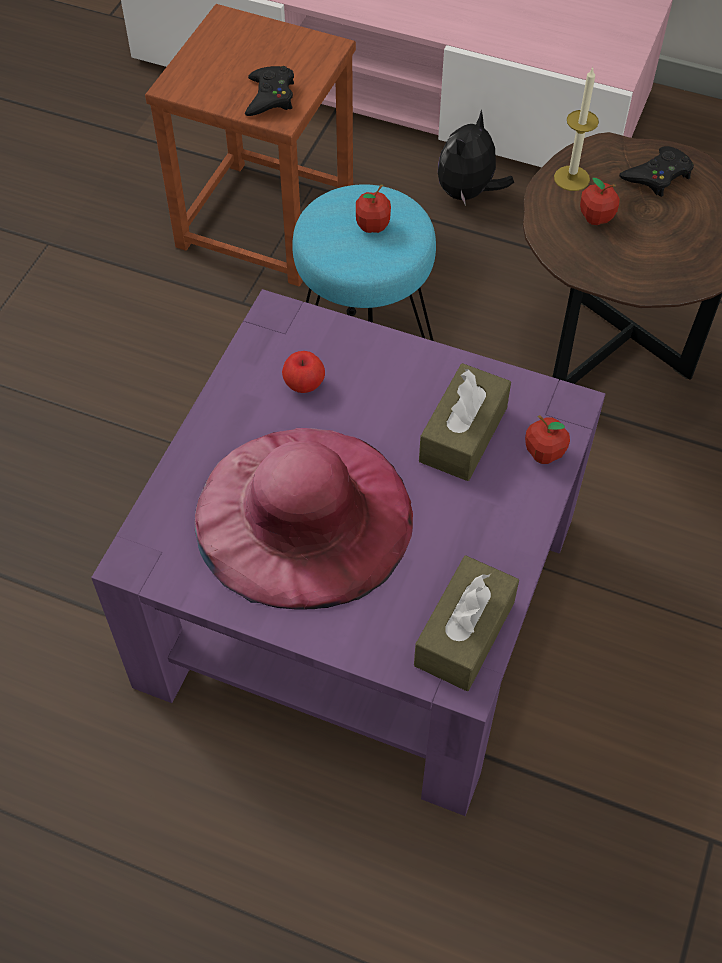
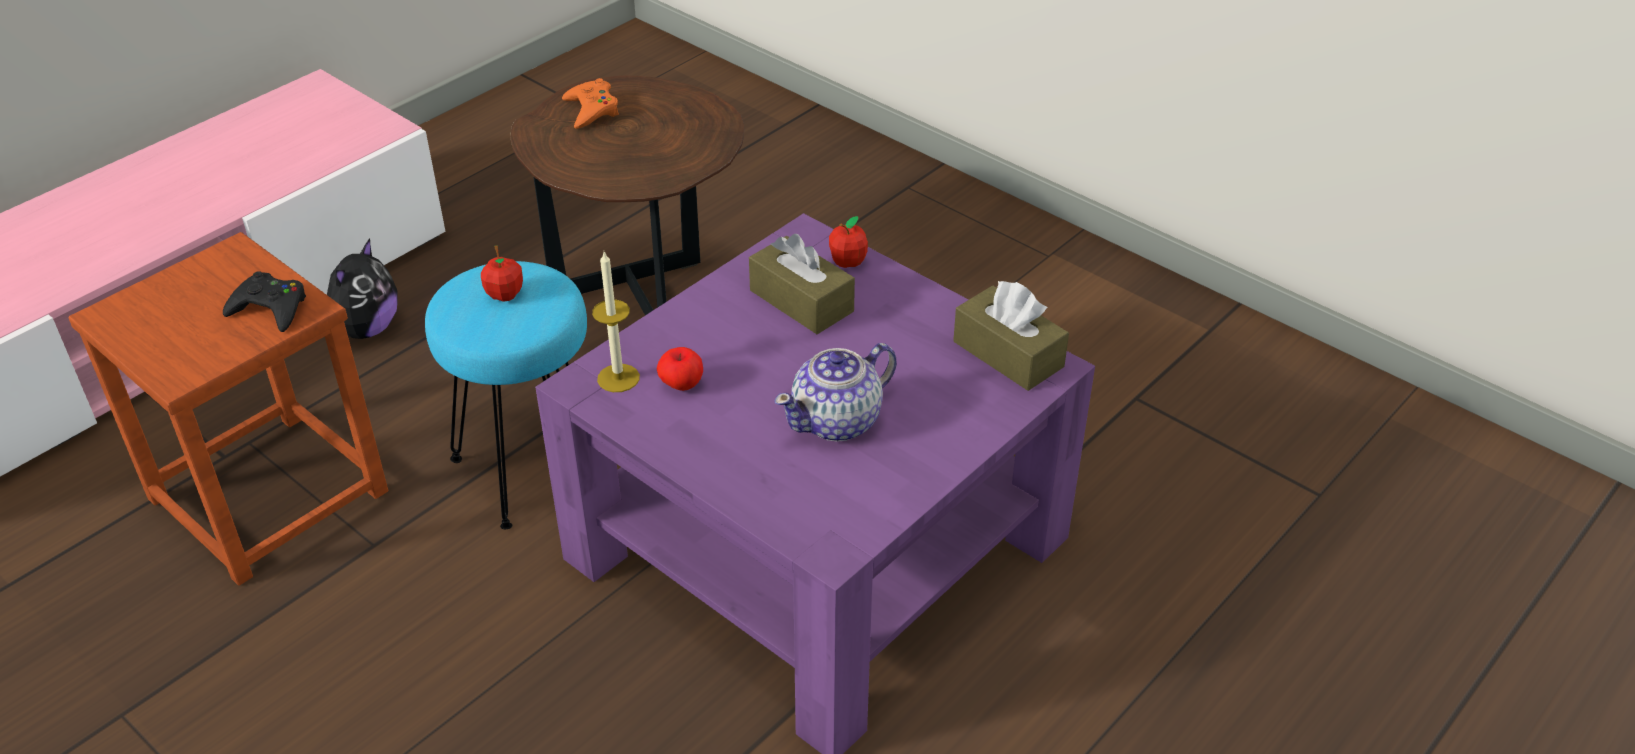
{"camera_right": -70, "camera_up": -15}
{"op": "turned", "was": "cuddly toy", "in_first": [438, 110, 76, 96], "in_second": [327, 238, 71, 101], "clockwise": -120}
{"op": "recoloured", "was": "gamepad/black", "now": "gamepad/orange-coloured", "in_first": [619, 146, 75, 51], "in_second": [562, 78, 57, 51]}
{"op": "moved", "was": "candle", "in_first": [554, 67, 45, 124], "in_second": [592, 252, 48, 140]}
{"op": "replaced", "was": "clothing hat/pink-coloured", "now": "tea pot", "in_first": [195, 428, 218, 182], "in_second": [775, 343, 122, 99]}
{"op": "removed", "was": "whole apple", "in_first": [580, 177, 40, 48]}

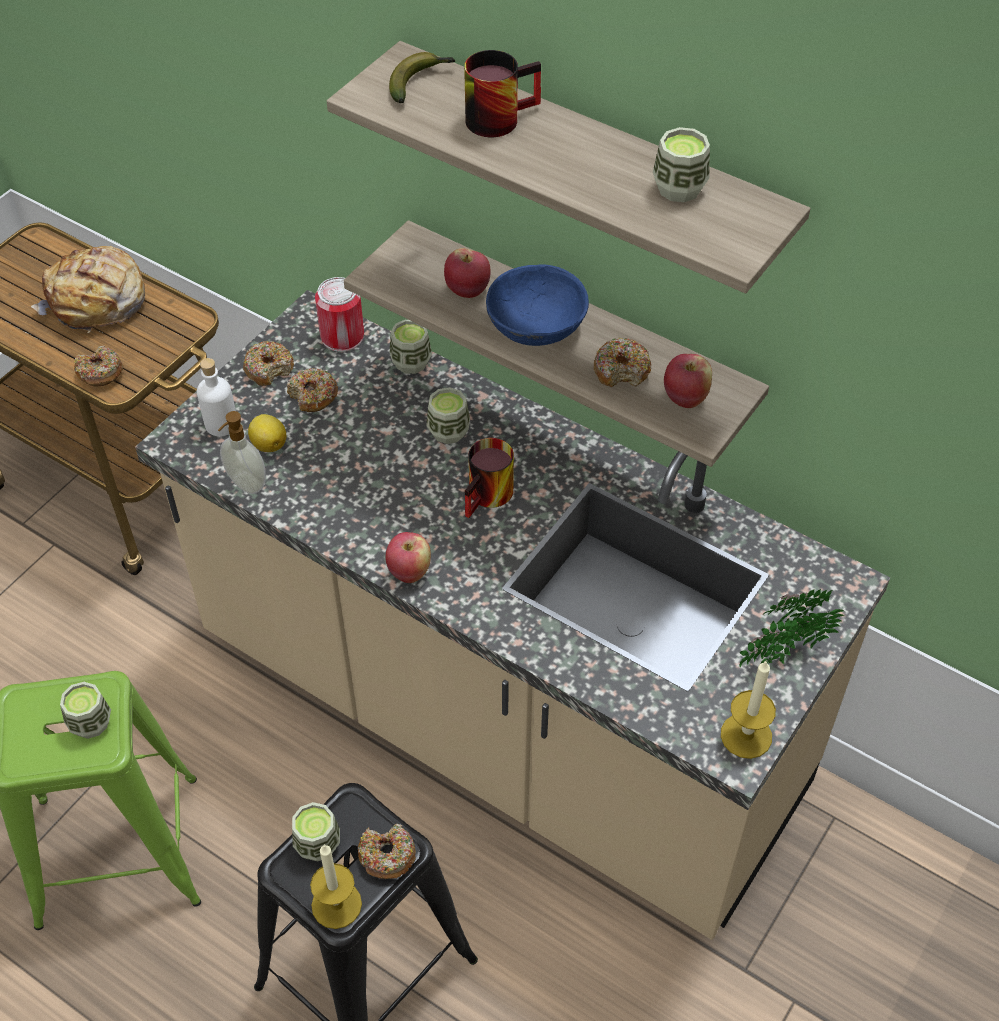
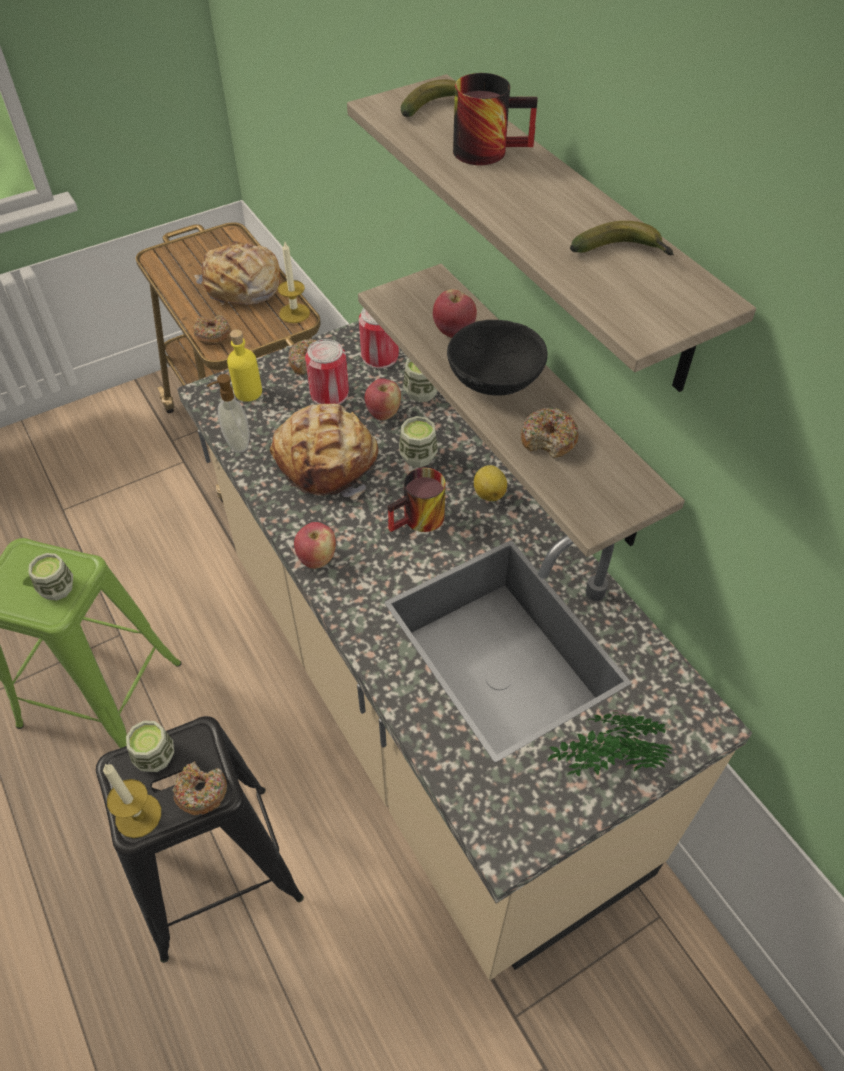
{"camera_right": 25, "camera_up": 0}
{"op": "recoloured", "was": "bottle/whitish", "now": "bottle/yellowish", "in_first": [197, 358, 39, 79], "in_second": [227, 329, 35, 73]}
{"op": "added", "now": "bread", "in_second": [270, 404, 108, 96]}
{"op": "moved", "was": "candle", "in_first": [721, 660, 55, 99], "in_second": [278, 242, 32, 81]}
{"op": "replaced", "was": "ring doughnut", "now": "sealed can", "in_first": [287, 368, 51, 44], "in_second": [305, 339, 44, 66]}
{"op": "moved", "was": "whole apple", "in_first": [664, 354, 48, 54], "in_second": [365, 378, 36, 43]}
{"op": "recoloured", "was": "deep dish/blue-coloured", "now": "deep dish/black", "in_first": [486, 264, 103, 82], "in_second": [447, 320, 101, 76]}
{"op": "moved", "was": "whole lemon", "in_first": [248, 414, 38, 38], "in_second": [474, 465, 33, 36]}
{"op": "replaced", "was": "drinking cup", "now": "banana", "in_first": [653, 127, 57, 75], "in_second": [570, 221, 104, 34]}

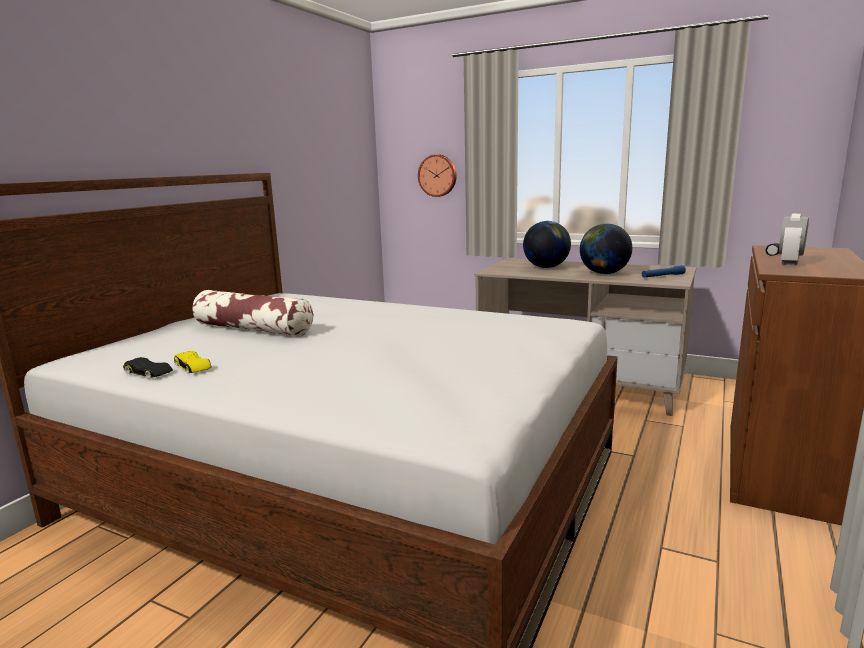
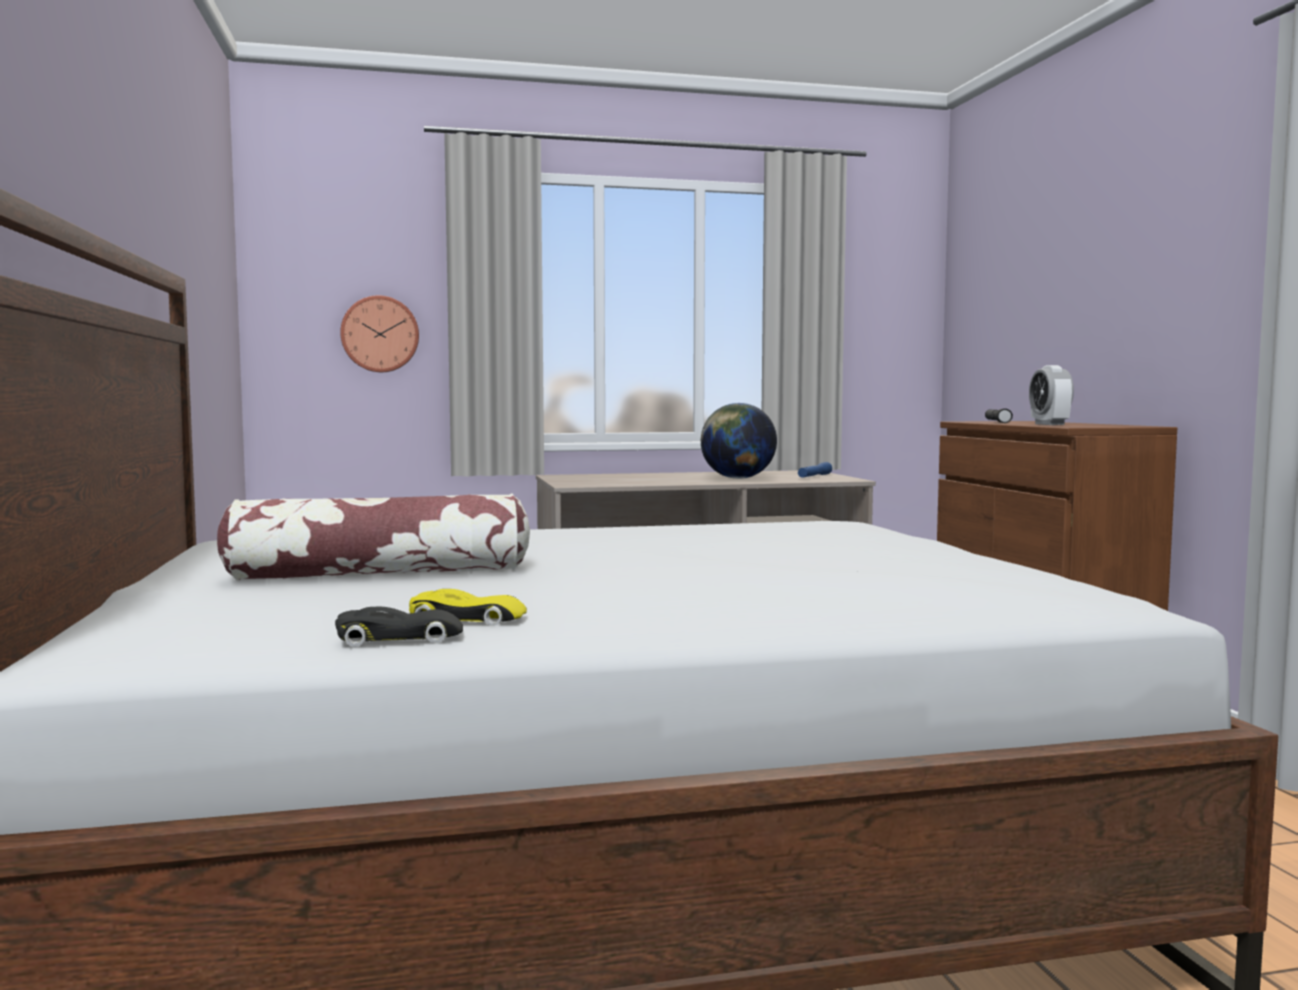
{"camera_right": -40, "camera_up": -10}
{"op": "removed", "was": "desk globe", "in_first": [523, 221, 48, 47]}

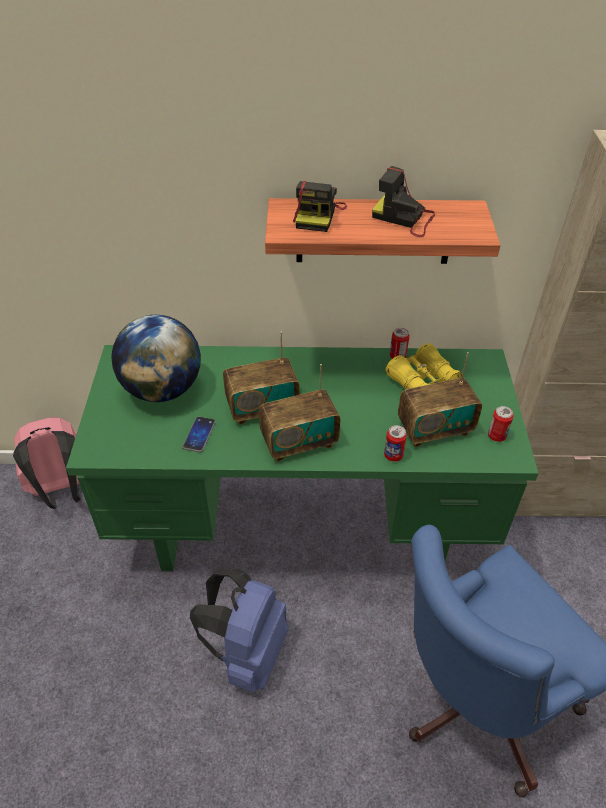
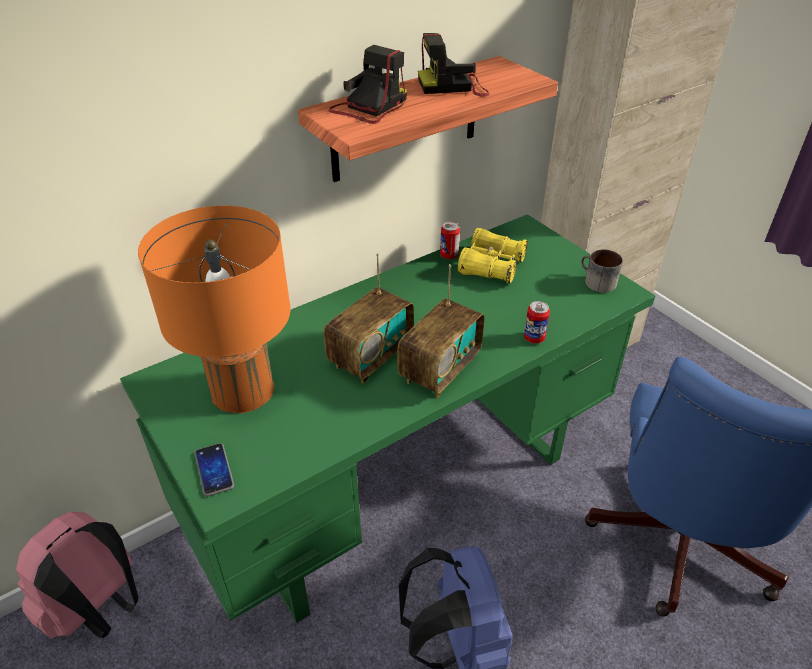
{"camera_right": -35, "camera_up": -5}
{"op": "replaced", "was": "desk globe", "now": "lamp for a table/orange-coloured", "in_first": [111, 315, 90, 87], "in_second": [138, 206, 153, 207]}
{"op": "moved", "was": "phone", "in_first": [182, 416, 34, 36], "in_second": [195, 443, 39, 53]}
{"op": "turned", "was": "photo camera", "in_first": [293, 181, 54, 51], "in_second": [328, 45, 79, 79], "clockwise": -120}
{"op": "replaced", "was": "sealed can", "now": "mug", "in_first": [488, 406, 26, 36], "in_second": [581, 249, 42, 44]}
{"op": "removed", "was": "radio receiver", "in_first": [398, 352, 84, 95]}

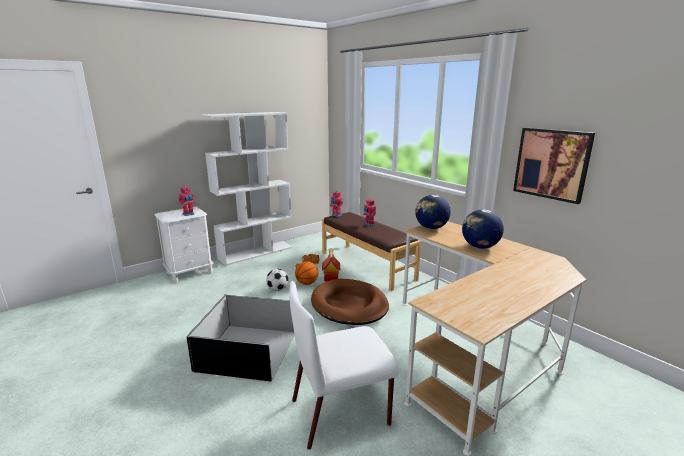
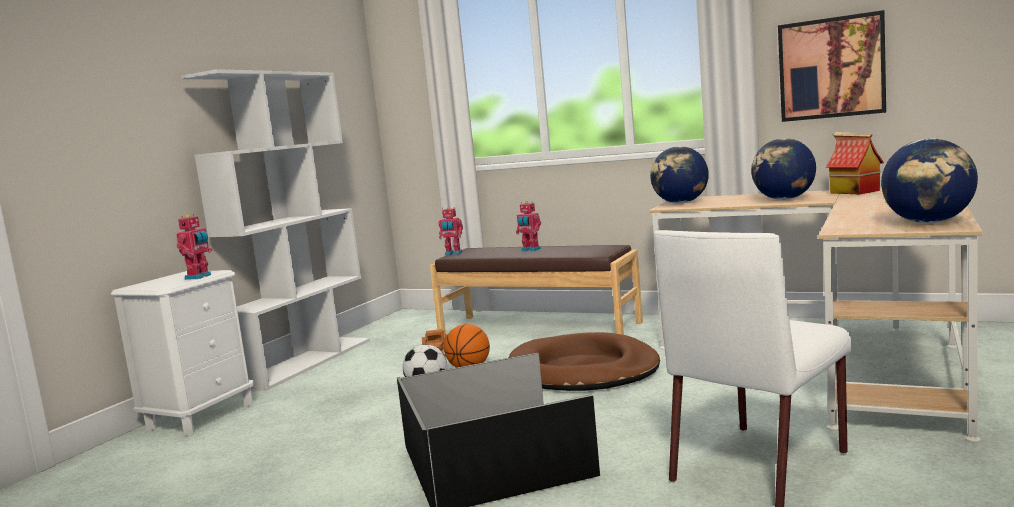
{"camera_right": -25, "camera_up": -10}
{"op": "moved", "was": "model house", "in_first": [322, 248, 18, 33], "in_second": [826, 132, 58, 62]}
{"op": "added", "now": "desk globe", "in_second": [881, 138, 97, 85]}

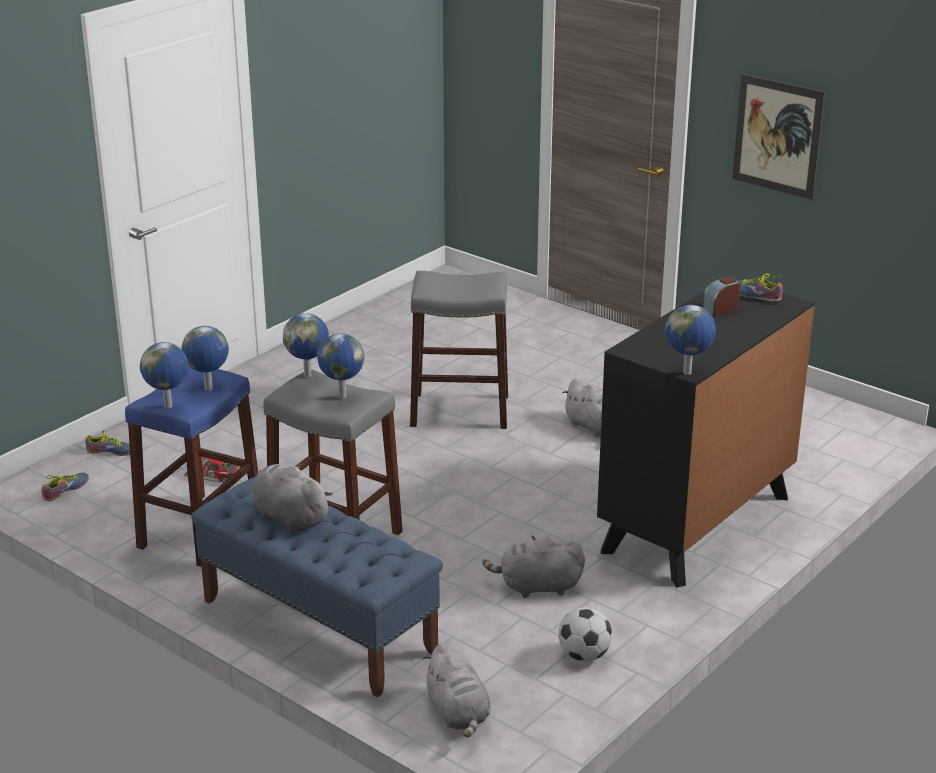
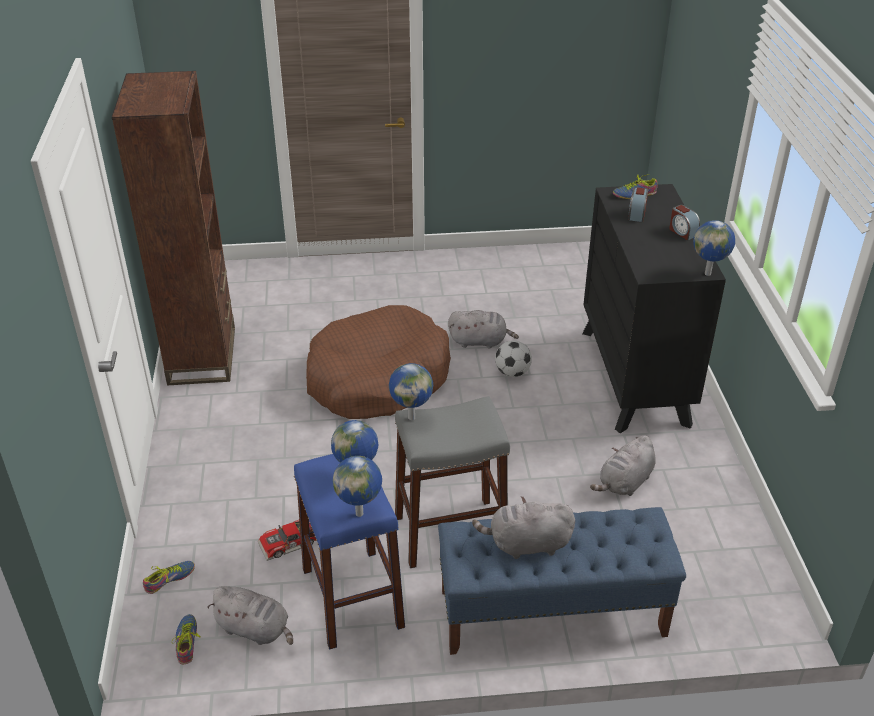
{"camera_right": -45, "camera_up": 10}
{"op": "added", "now": "bookcase/brownish", "in_second": [112, 71, 123, 314]}
{"op": "moved", "was": "cuddly toy/grey", "in_first": [423, 643, 67, 95], "in_second": [207, 586, 86, 59]}
{"op": "replaced", "was": "stool seat/grey", "now": "dog bed/brownish", "in_first": [410, 271, 98, 158], "in_second": [306, 305, 145, 114]}
{"op": "moved", "was": "football ball", "in_first": [558, 607, 54, 55], "in_second": [495, 340, 37, 37]}
{"op": "added", "now": "table clock", "in_second": [669, 205, 31, 35]}
{"op": "removed", "was": "desk globe", "in_first": [317, 333, 47, 66]}
{"op": "removed", "was": "picture", "in_first": [732, 74, 93, 126]}

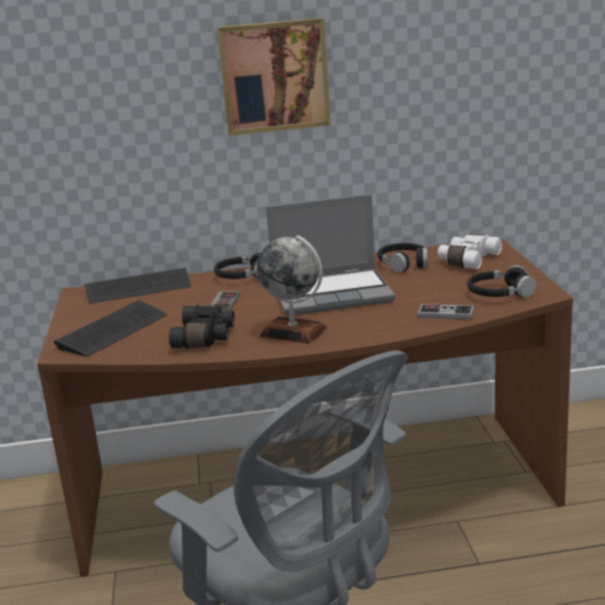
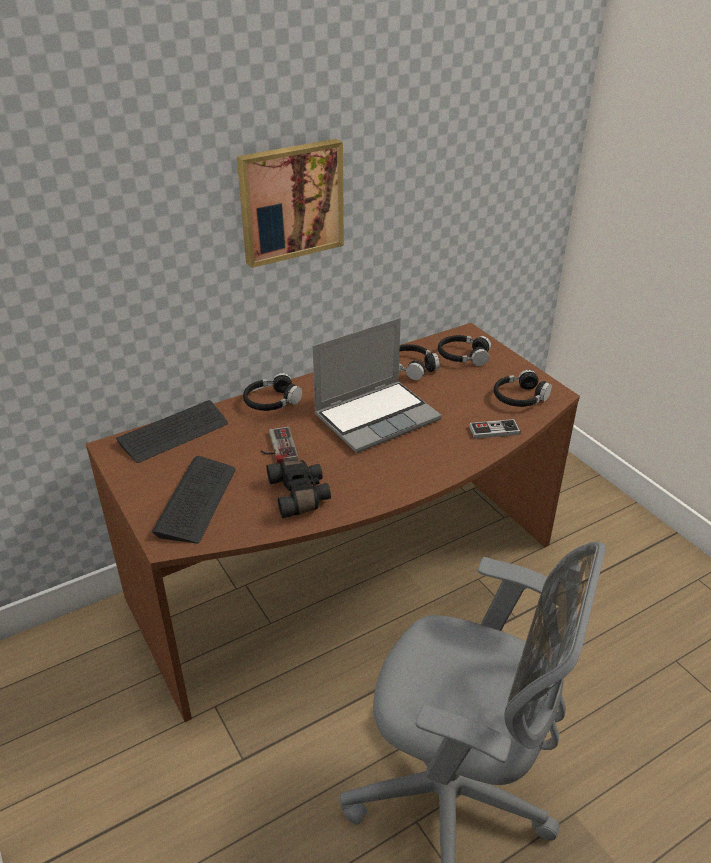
{"camera_right": -25, "camera_up": 15}
{"op": "replaced", "was": "binoculars/whitish", "now": "headphones/black", "in_first": [438, 234, 64, 35], "in_second": [438, 335, 53, 31]}
{"op": "removed", "was": "desk globe", "in_first": [257, 235, 70, 108]}

